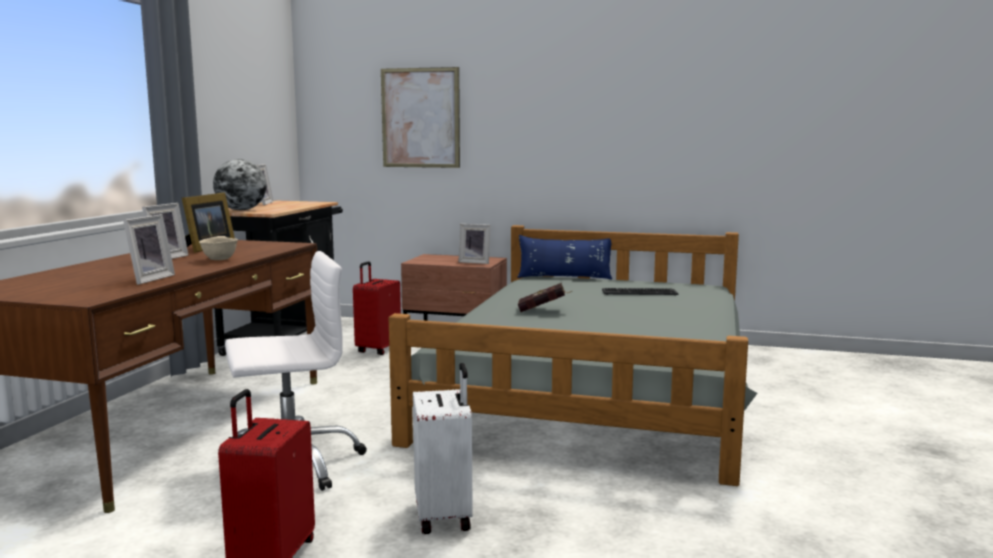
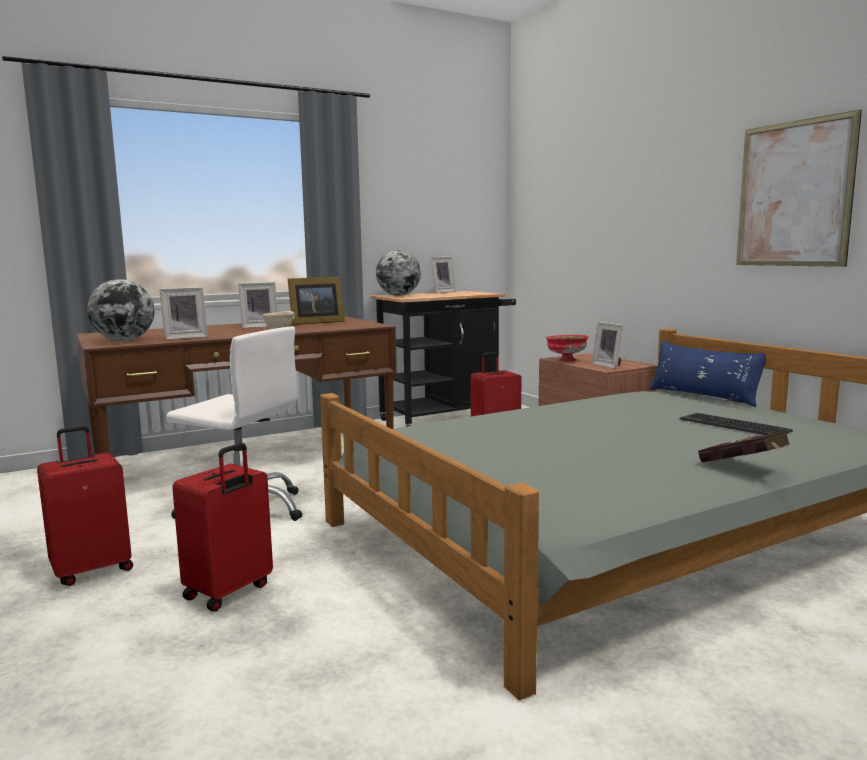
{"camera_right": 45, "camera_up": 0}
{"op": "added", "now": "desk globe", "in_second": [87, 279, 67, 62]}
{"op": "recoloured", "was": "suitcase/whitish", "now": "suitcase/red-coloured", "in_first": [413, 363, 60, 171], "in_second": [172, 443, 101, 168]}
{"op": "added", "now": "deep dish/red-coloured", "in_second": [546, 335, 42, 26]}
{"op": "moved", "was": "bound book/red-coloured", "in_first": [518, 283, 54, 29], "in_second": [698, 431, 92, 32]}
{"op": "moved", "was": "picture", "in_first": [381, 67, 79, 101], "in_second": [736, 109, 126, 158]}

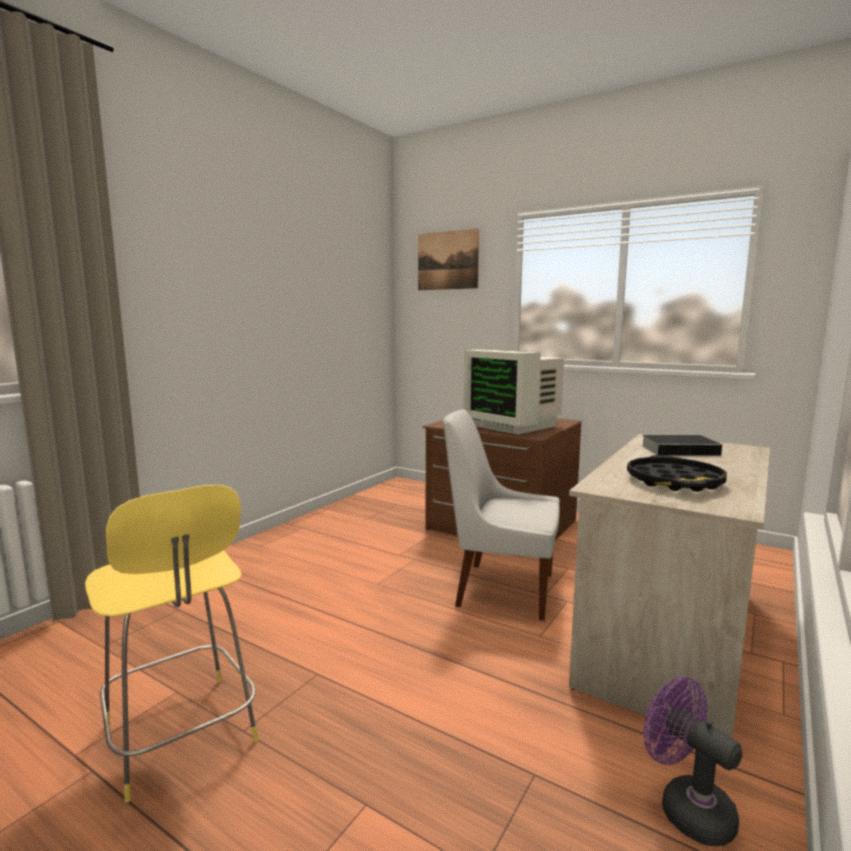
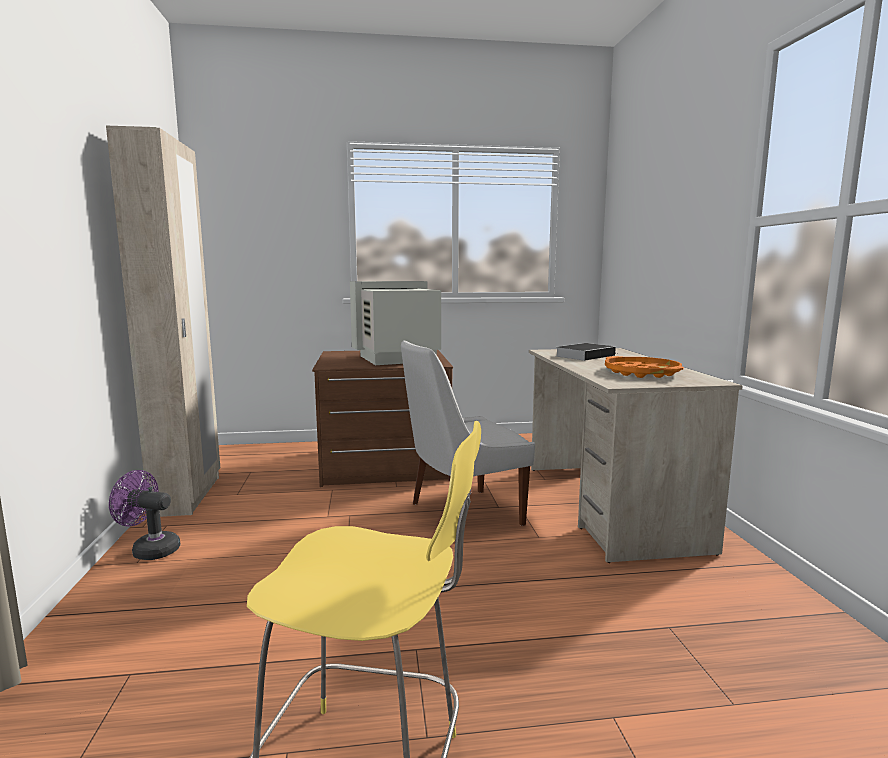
{"camera_right": -40, "camera_up": 0}
{"op": "added", "now": "clothes cupboard/beige", "in_second": [106, 126, 114, 391]}
{"op": "moved", "was": "cooling fan/purplish", "in_first": [643, 677, 100, 169], "in_second": [109, 470, 71, 90]}
{"op": "turned", "was": "computer screen", "in_first": [463, 349, 101, 85], "in_second": [350, 281, 91, 84], "clockwise": 150}
{"op": "recoloured", "was": "carrying tray/black", "now": "carrying tray/orange-coloured", "in_first": [627, 455, 100, 37], "in_second": [605, 356, 79, 22]}
{"op": "removed", "was": "picture", "in_first": [418, 228, 61, 62]}

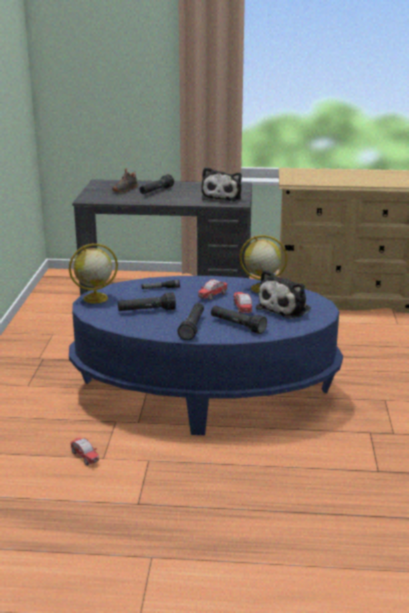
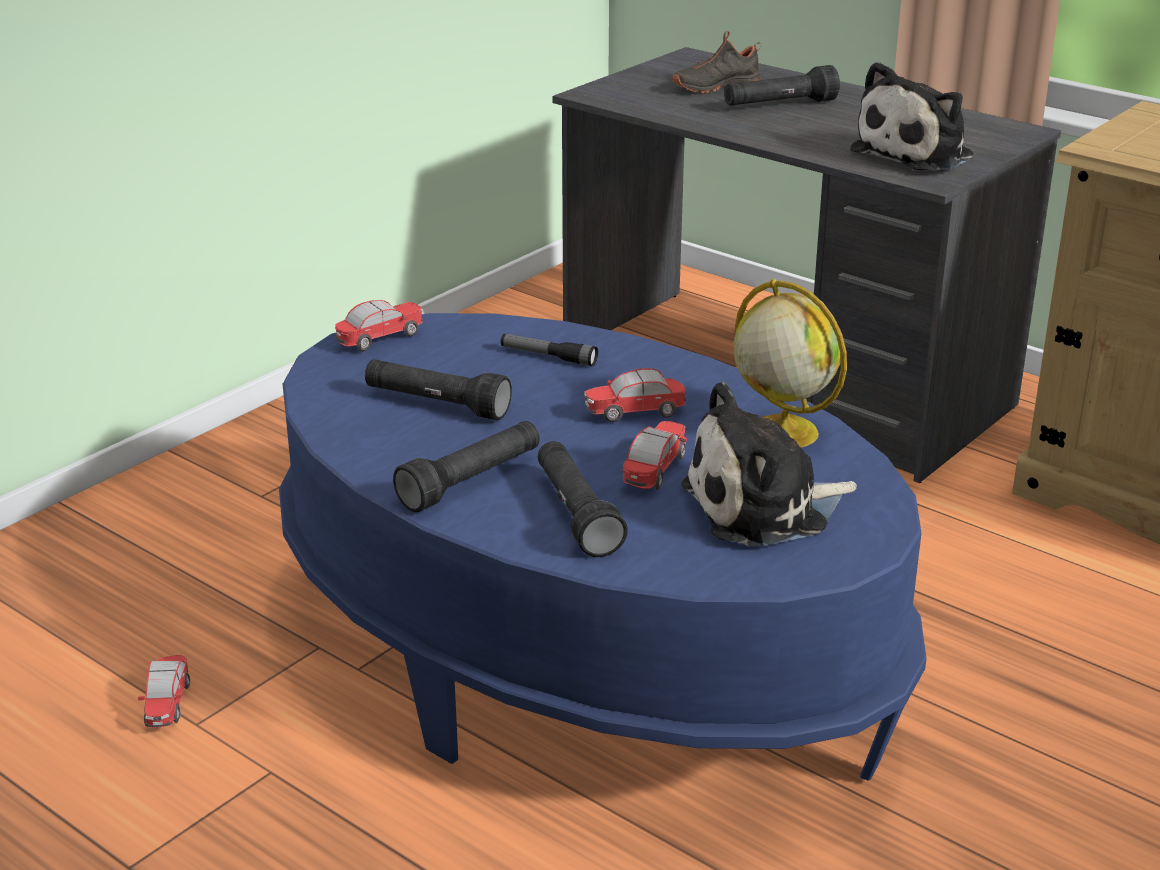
{"camera_right": 35, "camera_up": 5}
{"op": "replaced", "was": "desk globe", "now": "toy car", "in_first": [69, 244, 49, 59], "in_second": [335, 300, 89, 52]}

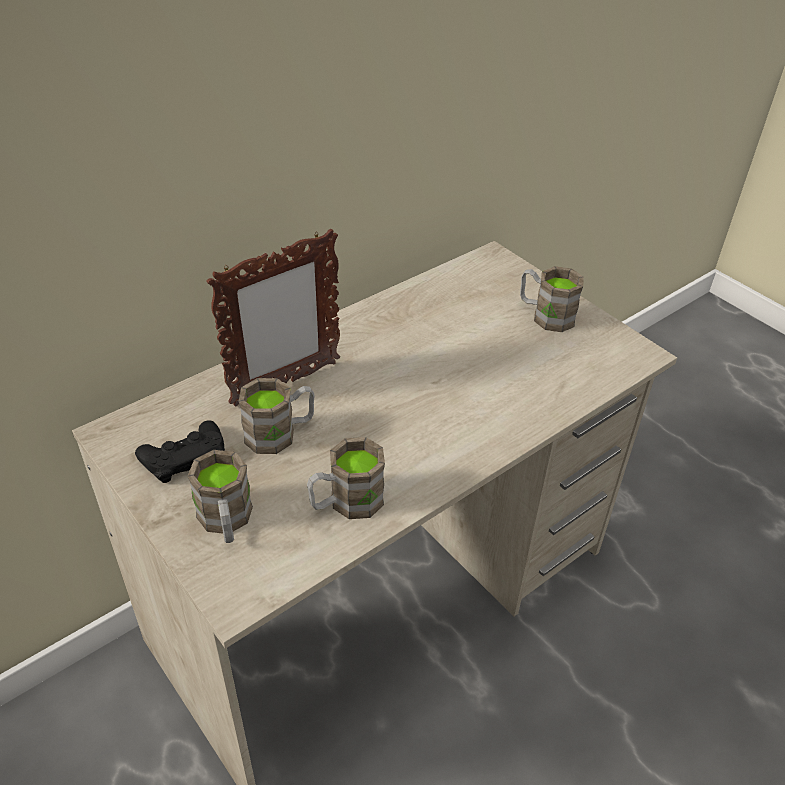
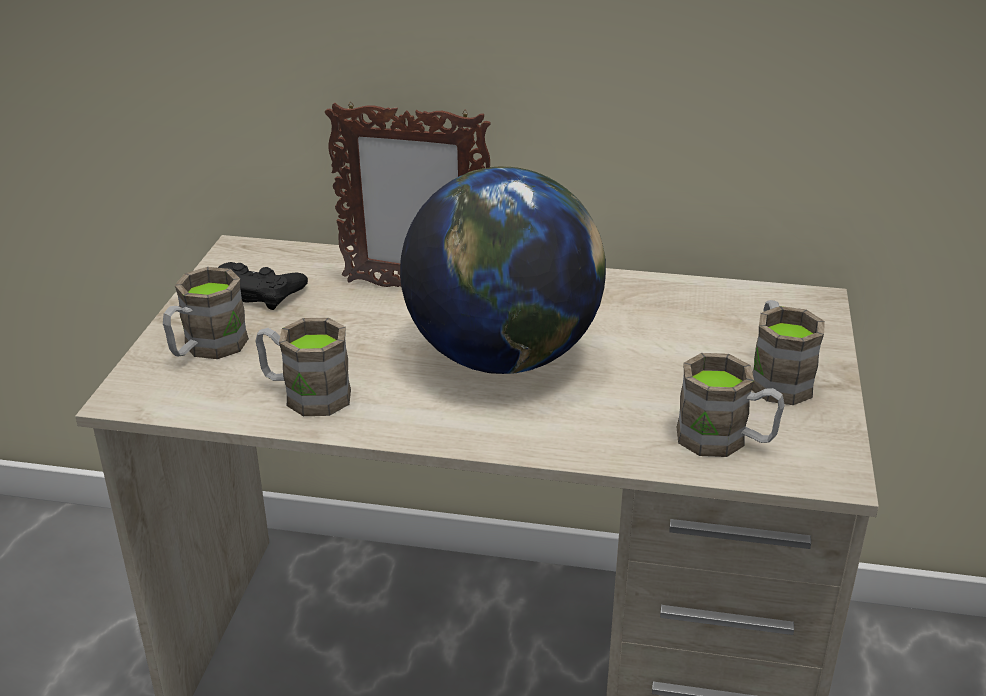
{"camera_right": 50, "camera_up": -10}
{"op": "added", "now": "desk globe", "in_second": [400, 166, 206, 208]}
{"op": "moved", "was": "mug/brownish", "in_first": [238, 378, 77, 76], "in_second": [676, 353, 109, 104]}

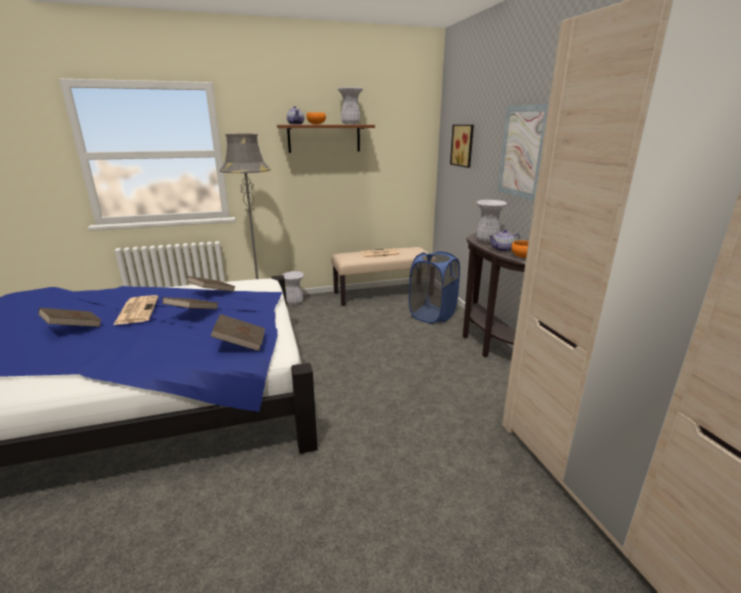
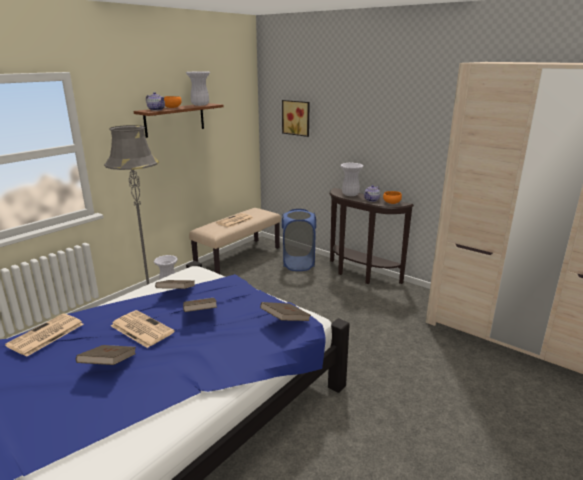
{"camera_right": -35, "camera_up": 0}
{"op": "added", "now": "daily paper", "in_second": [5, 314, 79, 43]}
{"op": "removed", "was": "picture", "in_first": [498, 103, 51, 98]}

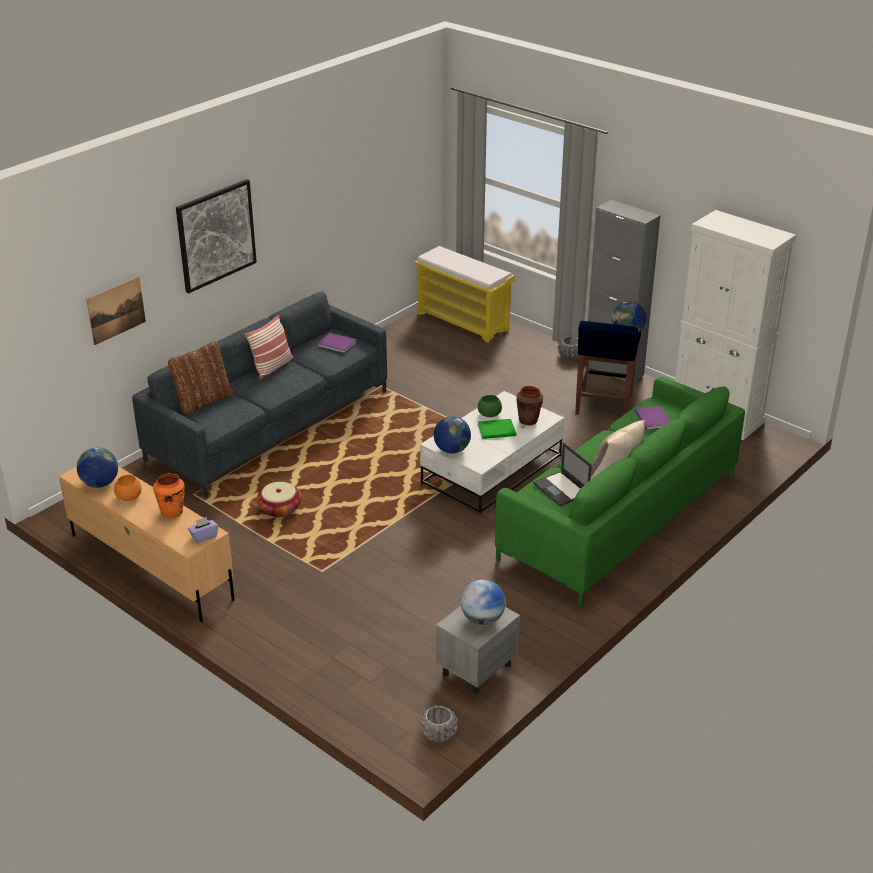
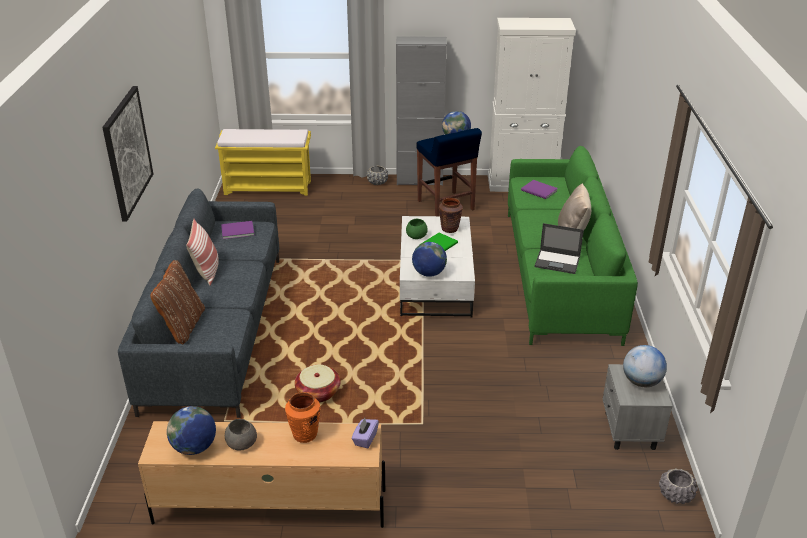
{"camera_right": -40, "camera_up": 0}
{"op": "recoloured", "was": "deep dish/orange-coloured", "now": "deep dish/grey", "in_first": [114, 475, 27, 26], "in_second": [225, 419, 32, 31]}
{"op": "removed", "was": "picture", "in_first": [86, 277, 60, 68]}

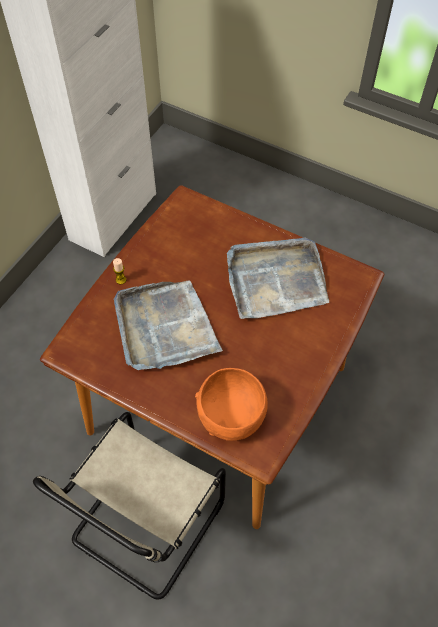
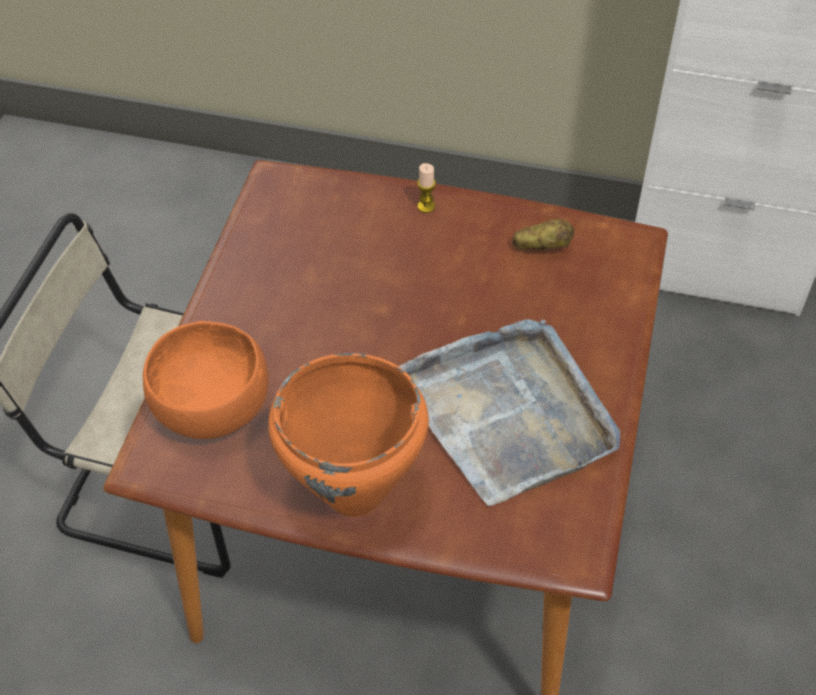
{"camera_right": 75, "camera_up": -5}
{"op": "added", "now": "cooking pot/orange-coloured", "in_second": [269, 353, 160, 164]}
{"op": "added", "now": "potato", "in_second": [513, 219, 61, 31]}
{"op": "removed", "was": "carrying tray/grey", "in_first": [114, 280, 109, 90]}

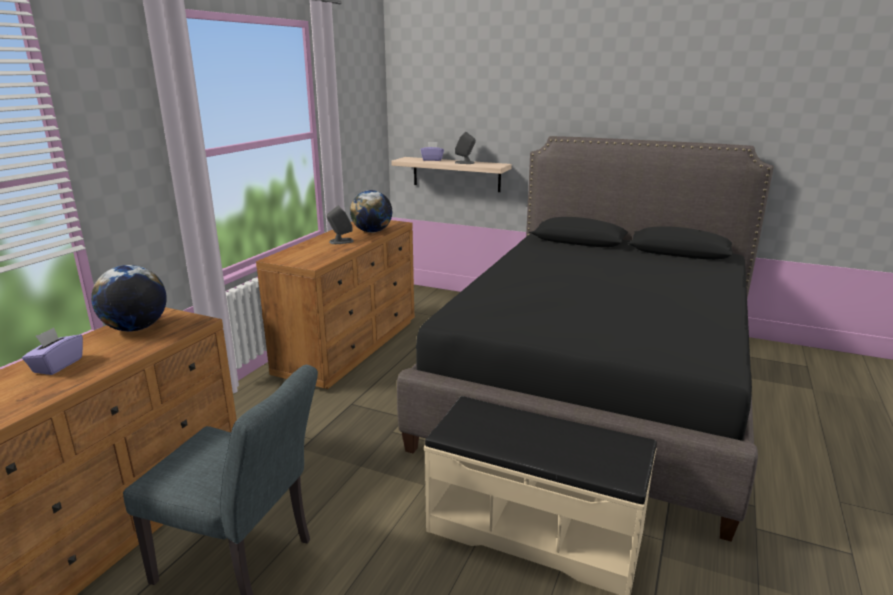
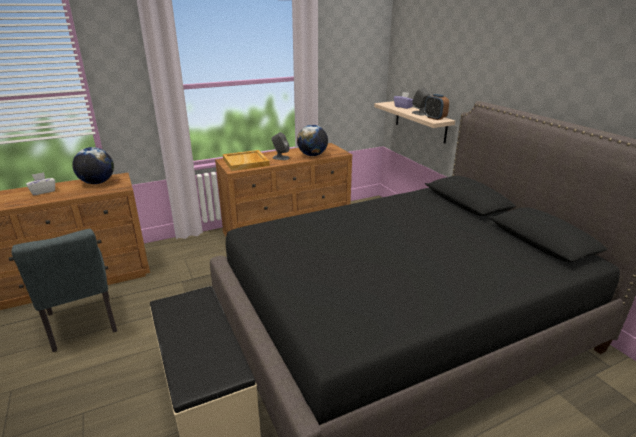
{"camera_right": 40, "camera_up": 5}
{"op": "recoloured", "was": "tissue holder/purplish", "now": "tissue holder/whitish", "in_first": [22, 327, 61, 48], "in_second": [26, 172, 29, 24]}
{"op": "added", "now": "carrying tray/beige", "in_second": [223, 150, 47, 21]}
{"op": "added", "now": "table clock", "in_second": [424, 94, 25, 26]}

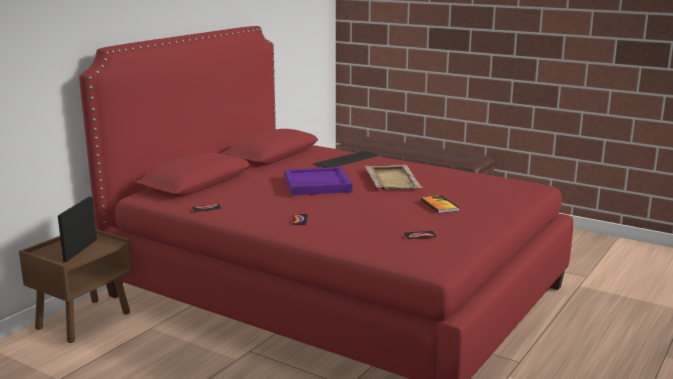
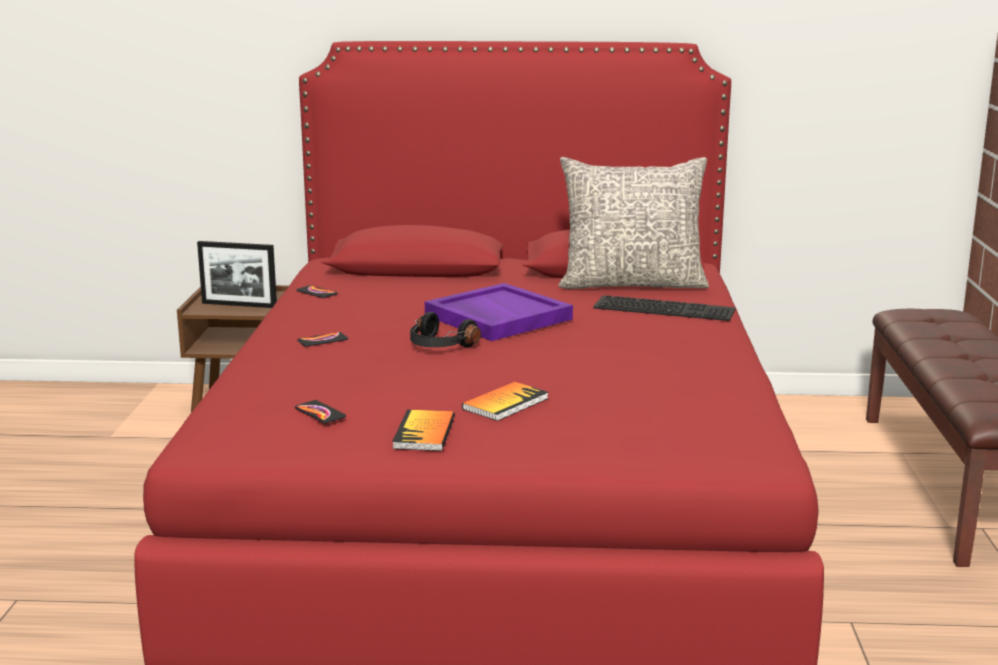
{"camera_right": 60, "camera_up": 0}
{"op": "turned", "was": "photo frame", "in_first": [58, 196, 39, 66], "in_second": [197, 241, 80, 67], "clockwise": -150}
{"op": "added", "now": "bound book", "in_second": [392, 410, 63, 41]}
{"op": "added", "now": "headphones/black", "in_second": [410, 312, 71, 35]}
{"op": "added", "now": "throw pillow/grey", "in_second": [558, 157, 151, 132]}
{"op": "removed", "was": "carrying tray/beige", "in_first": [365, 165, 58, 25]}

